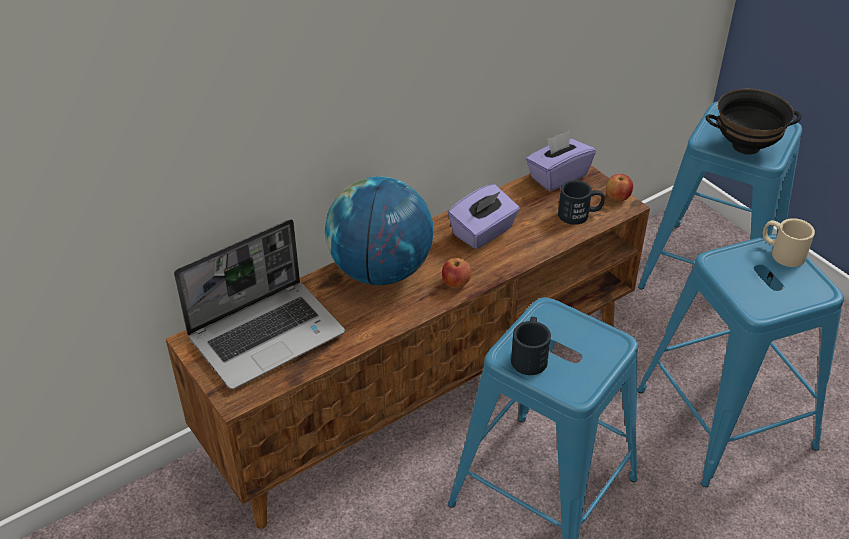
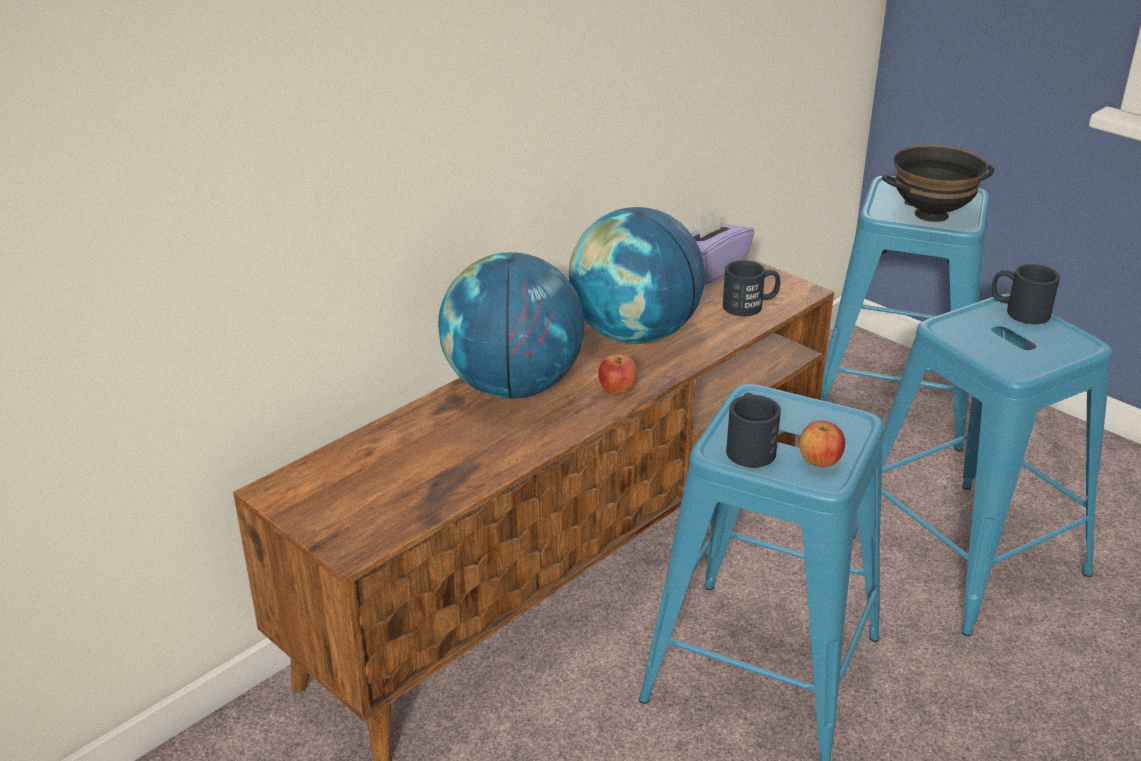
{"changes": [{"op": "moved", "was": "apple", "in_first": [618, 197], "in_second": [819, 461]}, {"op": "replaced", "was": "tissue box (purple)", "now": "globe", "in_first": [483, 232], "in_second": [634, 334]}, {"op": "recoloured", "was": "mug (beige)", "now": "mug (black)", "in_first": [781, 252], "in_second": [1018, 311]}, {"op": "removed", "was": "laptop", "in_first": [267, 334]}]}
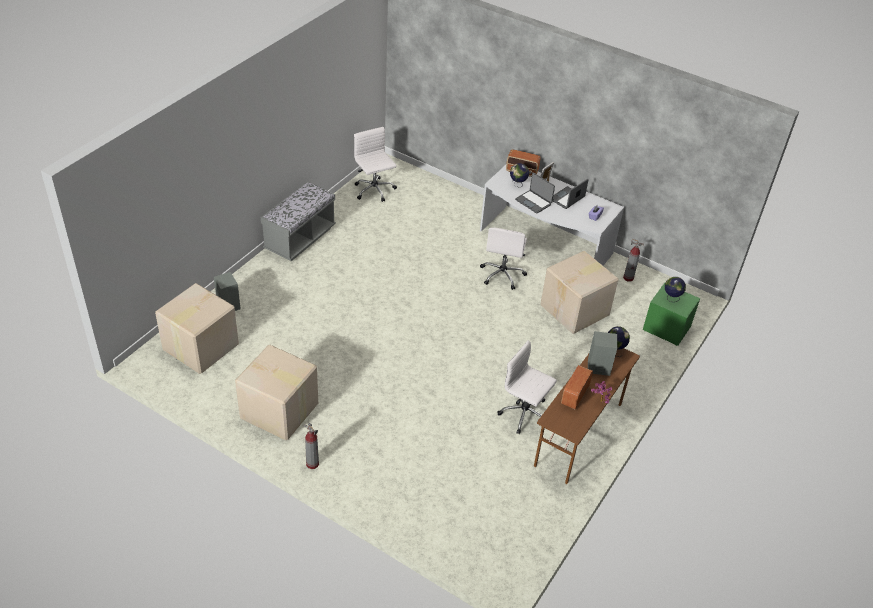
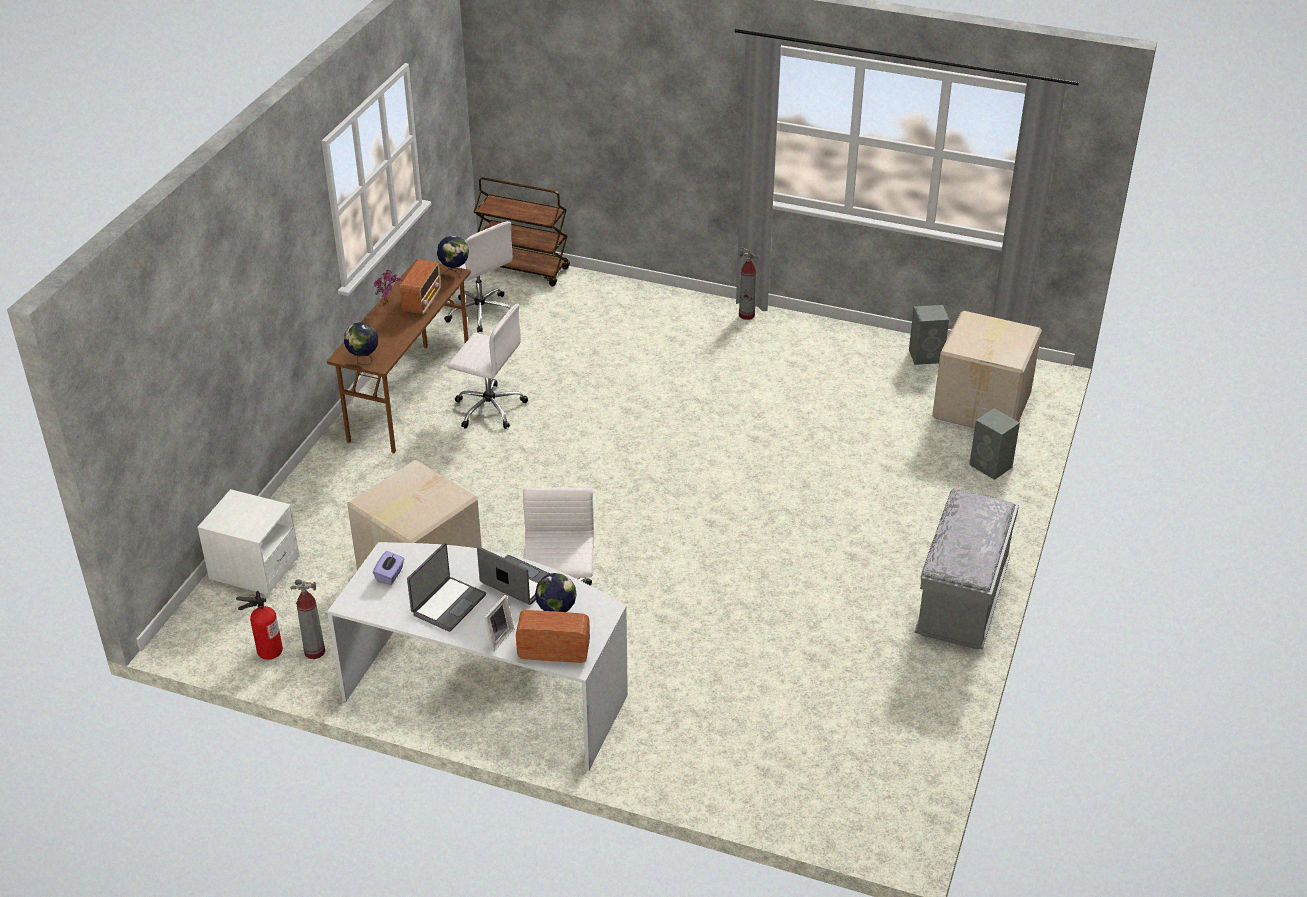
{"changes": [{"op": "moved", "was": "office chair (white)", "in_first": [374, 191], "in_second": [480, 312]}, {"op": "moved", "was": "globe", "in_first": [671, 298], "in_second": [454, 272]}, {"op": "recoloured", "was": "nightstand (green)", "now": "nightstand (white)", "in_first": [666, 328], "in_second": [254, 568]}, {"op": "moved", "was": "speaker (grey)", "in_first": [598, 367], "in_second": [927, 356]}, {"op": "removed", "was": "cardboard box", "in_first": [279, 412]}, {"op": "added", "now": "cart (brown)", "in_second": [523, 269]}, {"op": "added", "now": "fire extinguisher", "in_second": [268, 651]}]}
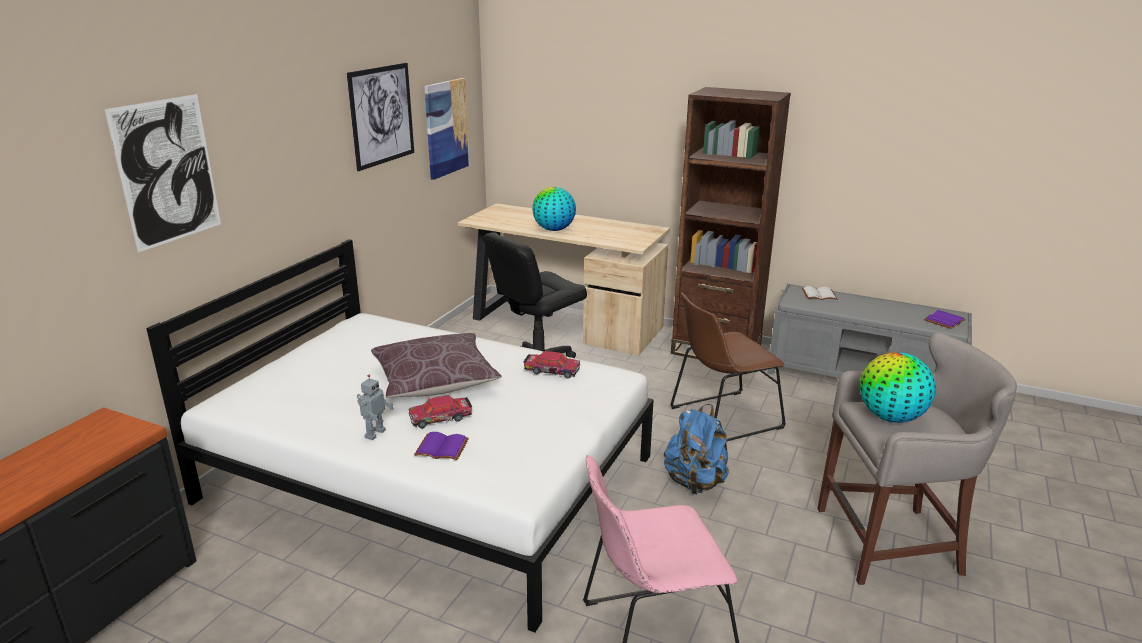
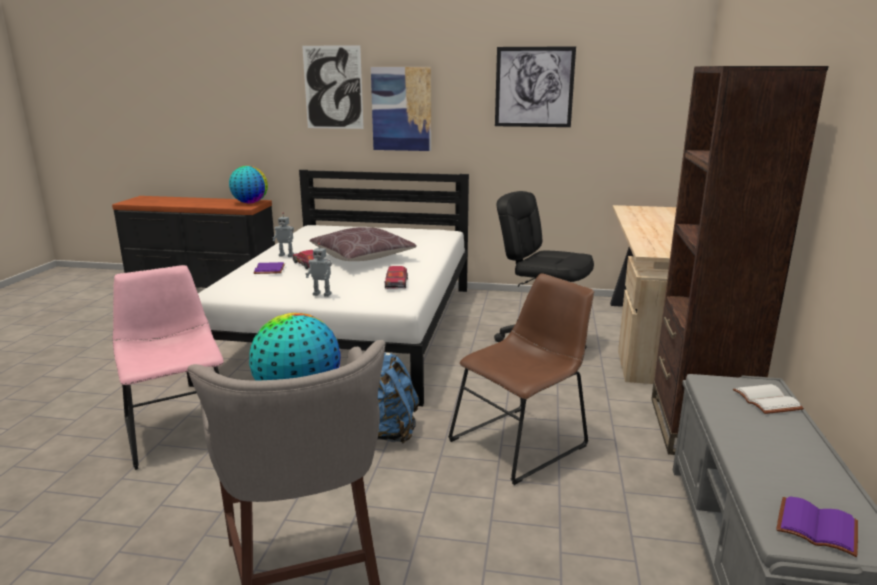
{"changes": [{"op": "moved", "was": "picture", "in_first": [446, 128], "in_second": [401, 109]}, {"op": "moved", "was": "globe", "in_first": [553, 230], "in_second": [250, 203]}, {"op": "turned", "was": "chair (brown)", "in_first": [721, 418], "in_second": [522, 441], "clockwise": 90}, {"op": "added", "now": "toy robot", "in_second": [322, 294]}]}
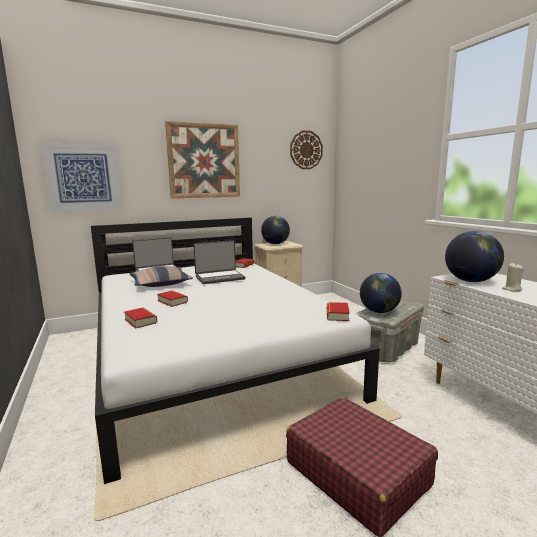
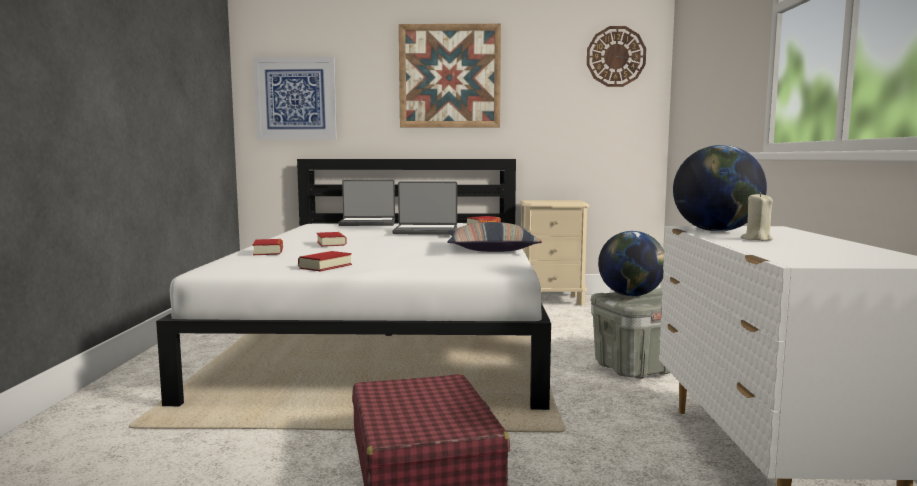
{"changes": [{"op": "removed", "was": "globe", "in_first": [275, 244]}, {"op": "moved", "was": "pillow", "in_first": [160, 283], "in_second": [491, 249]}, {"op": "moved", "was": "book", "in_first": [337, 315], "in_second": [325, 266]}]}
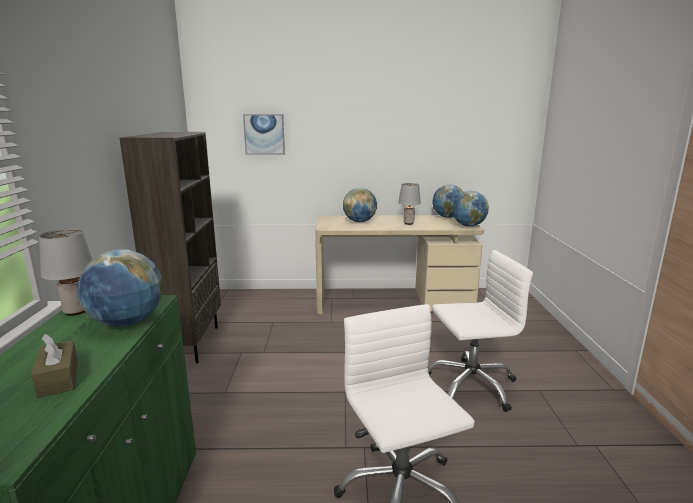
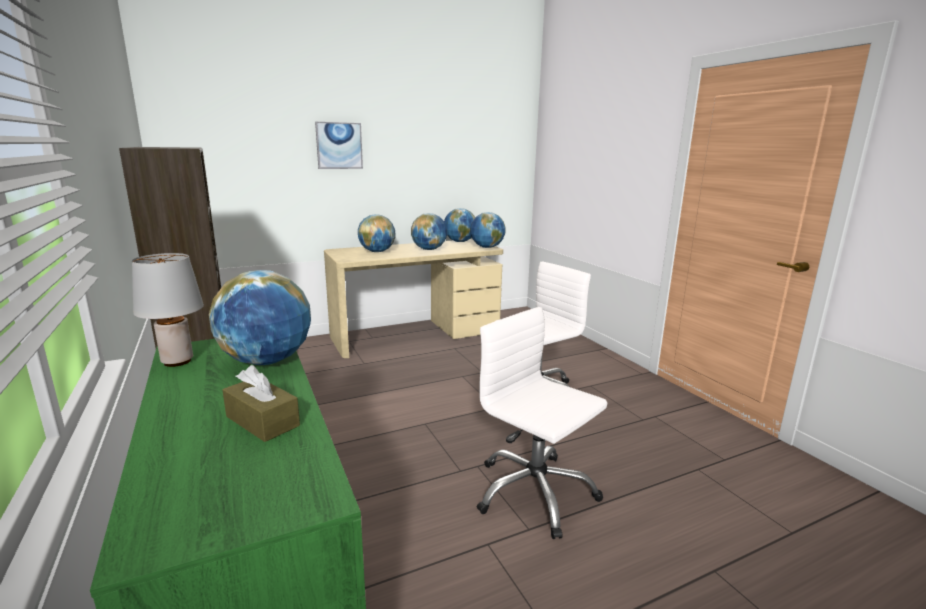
{"changes": [{"op": "moved", "was": "picture", "in_first": [264, 134], "in_second": [339, 145]}, {"op": "replaced", "was": "table lamp (grey)", "now": "globe", "in_first": [409, 223], "in_second": [429, 249]}]}
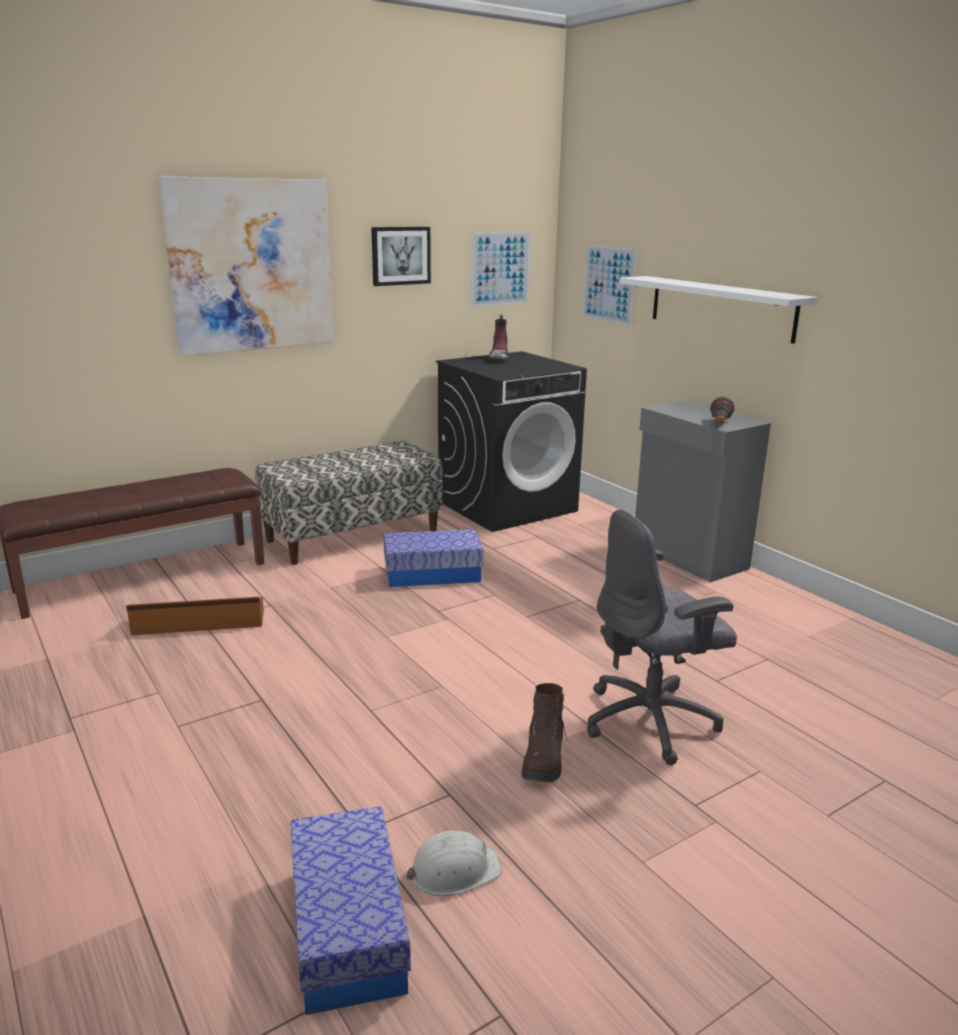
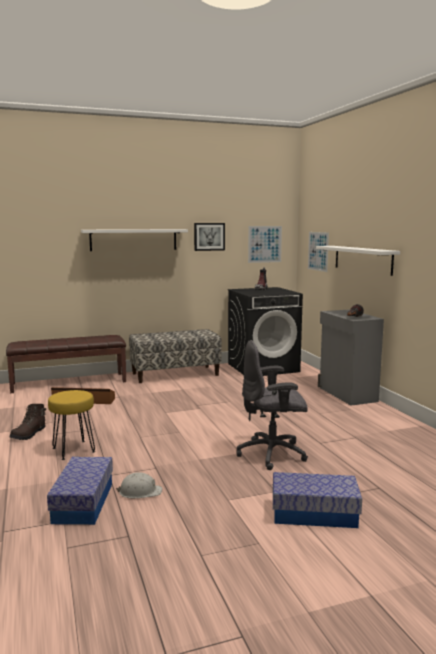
{"changes": [{"op": "replaced", "was": "picture", "now": "shelf (white)", "in_first": [252, 266], "in_second": [133, 239]}, {"op": "moved", "was": "storage box", "in_first": [432, 574], "in_second": [314, 513]}, {"op": "moved", "was": "boot (brown)", "in_first": [544, 759], "in_second": [29, 434]}, {"op": "added", "now": "stool (yellow)", "in_second": [74, 449]}]}
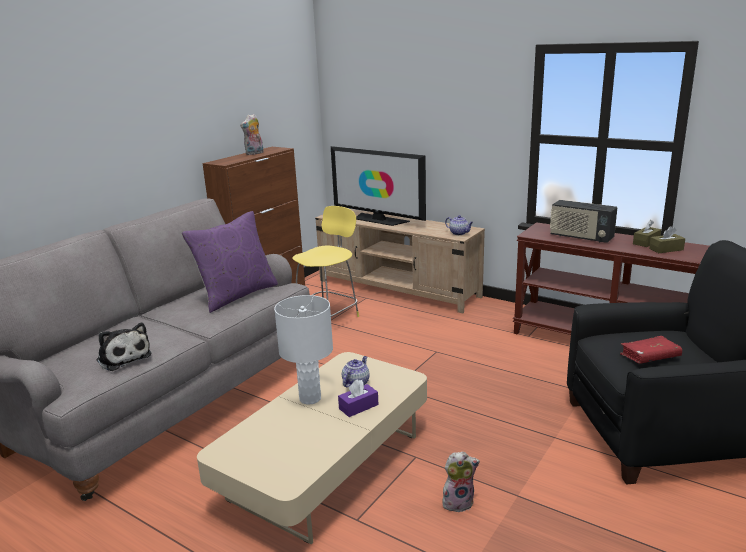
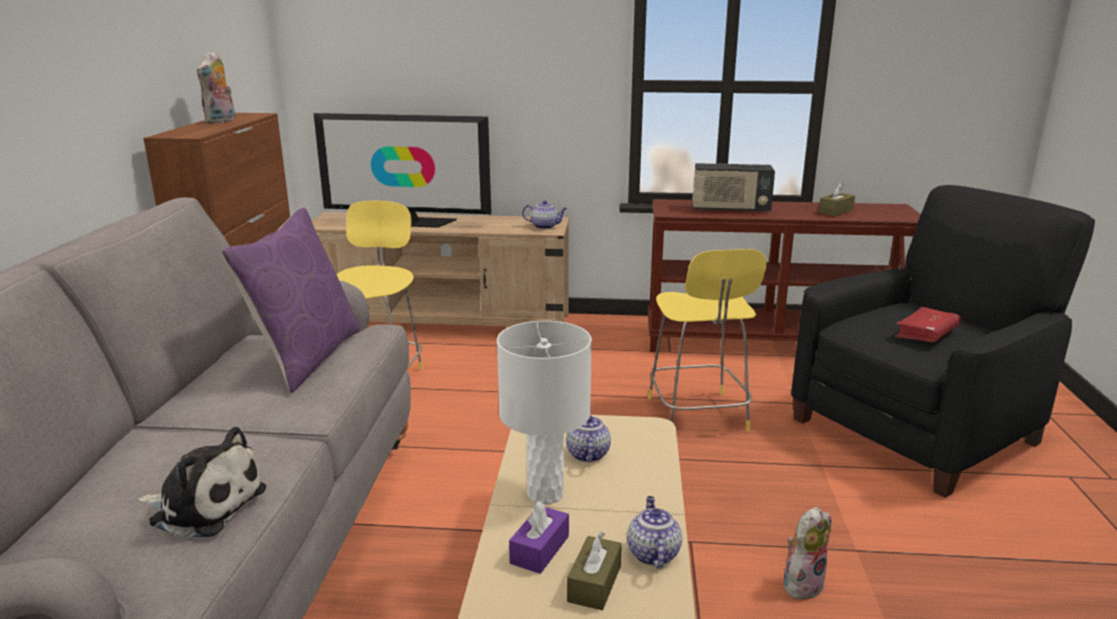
{"changes": [{"op": "moved", "was": "tissue box (brown)", "in_first": [646, 242], "in_second": [594, 583]}, {"op": "moved", "was": "tissue box (purple)", "in_first": [358, 407], "in_second": [539, 550]}, {"op": "added", "now": "stool (yellow)", "in_second": [698, 416]}, {"op": "added", "now": "teapot", "in_second": [652, 553]}]}
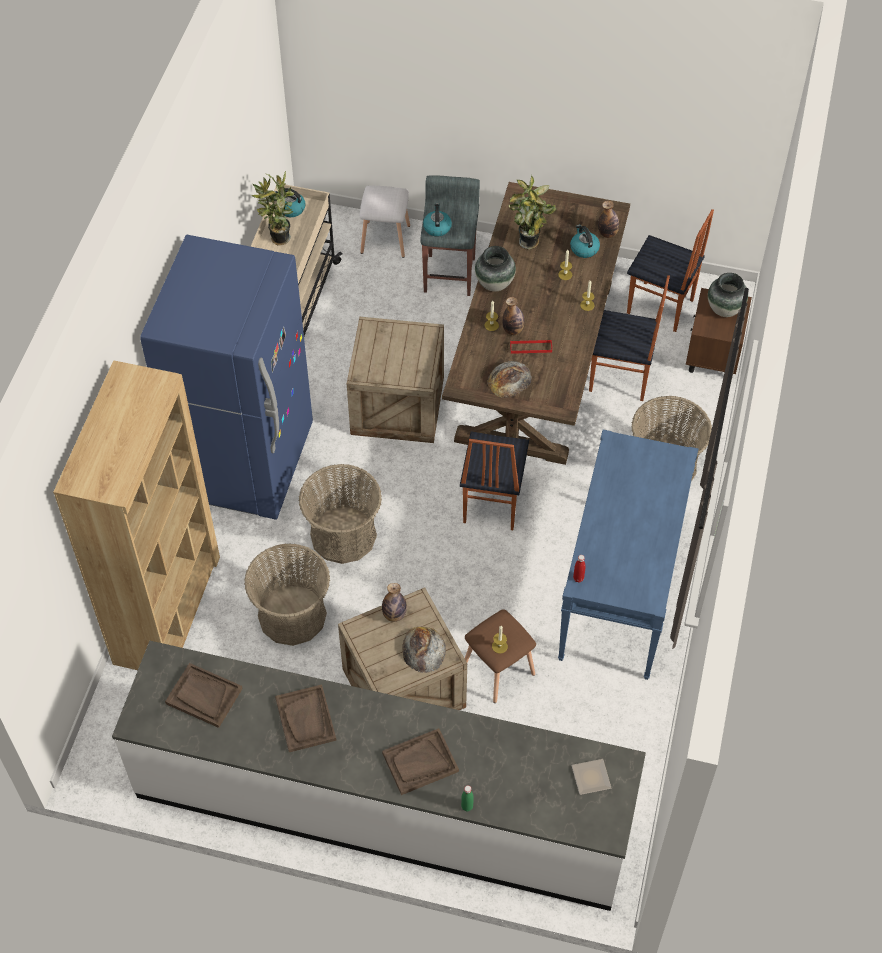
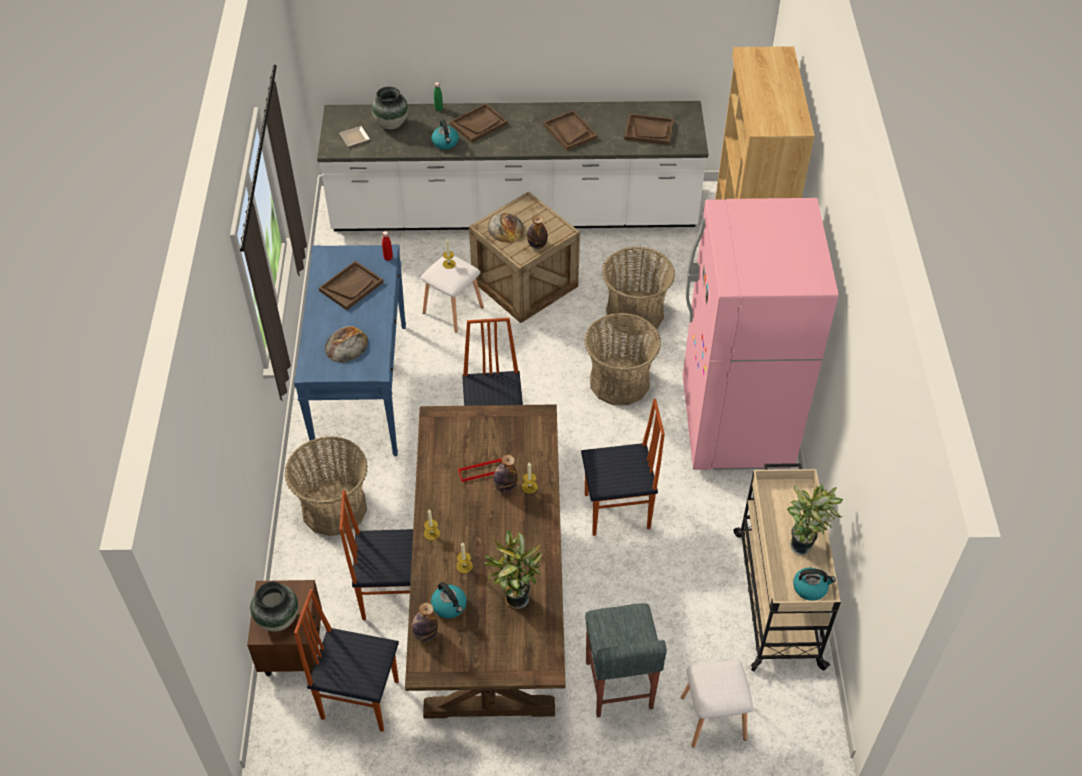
{"changes": [{"op": "moved", "was": "kettle", "in_first": [437, 227], "in_second": [445, 143]}, {"op": "recoloured", "was": "fridge (blue)", "now": "fridge (pink)", "in_first": [247, 462], "in_second": [736, 425]}, {"op": "moved", "was": "vase", "in_first": [494, 284], "in_second": [391, 124]}, {"op": "replaced", "was": "crate", "now": "chair", "in_first": [397, 405], "in_second": [618, 512]}, {"op": "moved", "was": "bread", "in_first": [509, 379], "in_second": [346, 345]}, {"op": "recoloured", "was": "stool (brown)", "now": "stool (white)", "in_first": [497, 670], "in_second": [454, 310]}, {"op": "added", "now": "tray (brown)", "in_second": [351, 286]}]}
